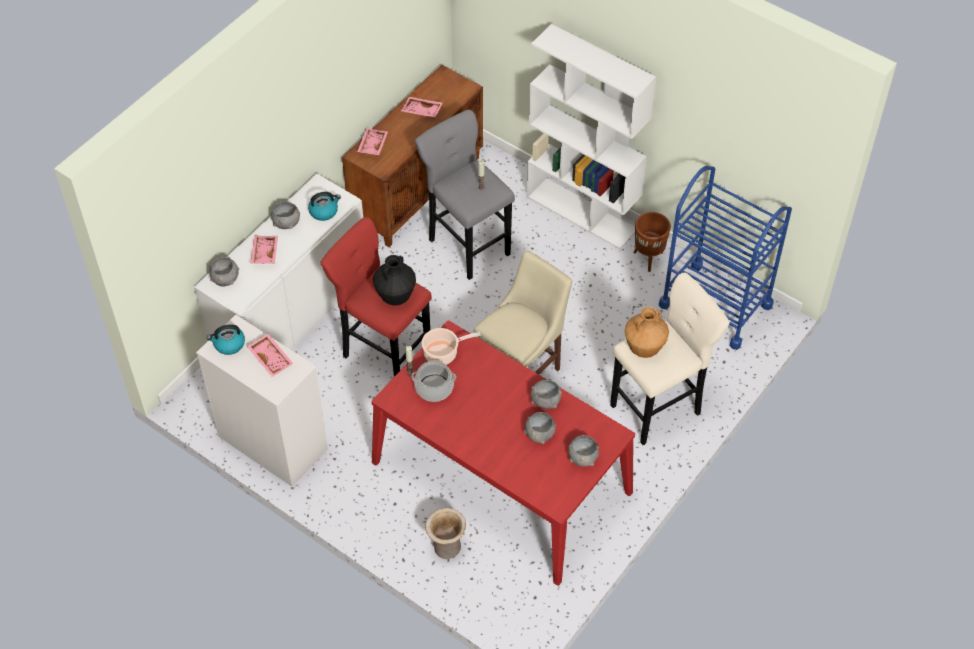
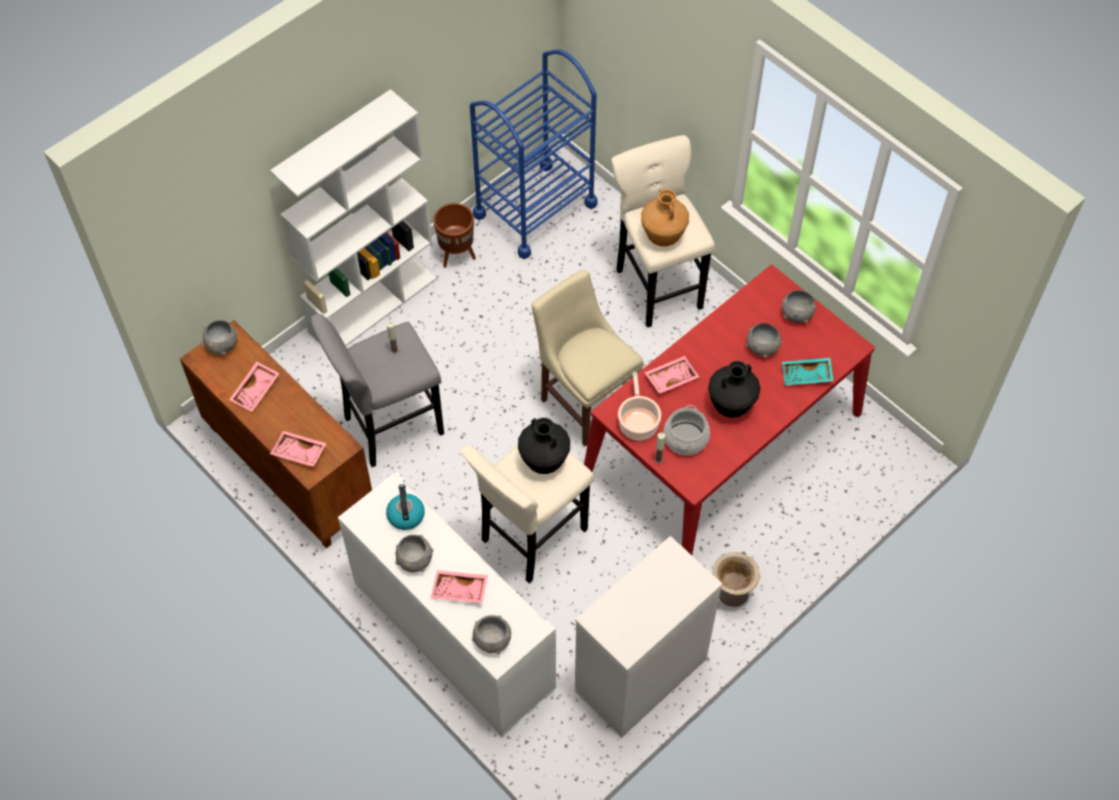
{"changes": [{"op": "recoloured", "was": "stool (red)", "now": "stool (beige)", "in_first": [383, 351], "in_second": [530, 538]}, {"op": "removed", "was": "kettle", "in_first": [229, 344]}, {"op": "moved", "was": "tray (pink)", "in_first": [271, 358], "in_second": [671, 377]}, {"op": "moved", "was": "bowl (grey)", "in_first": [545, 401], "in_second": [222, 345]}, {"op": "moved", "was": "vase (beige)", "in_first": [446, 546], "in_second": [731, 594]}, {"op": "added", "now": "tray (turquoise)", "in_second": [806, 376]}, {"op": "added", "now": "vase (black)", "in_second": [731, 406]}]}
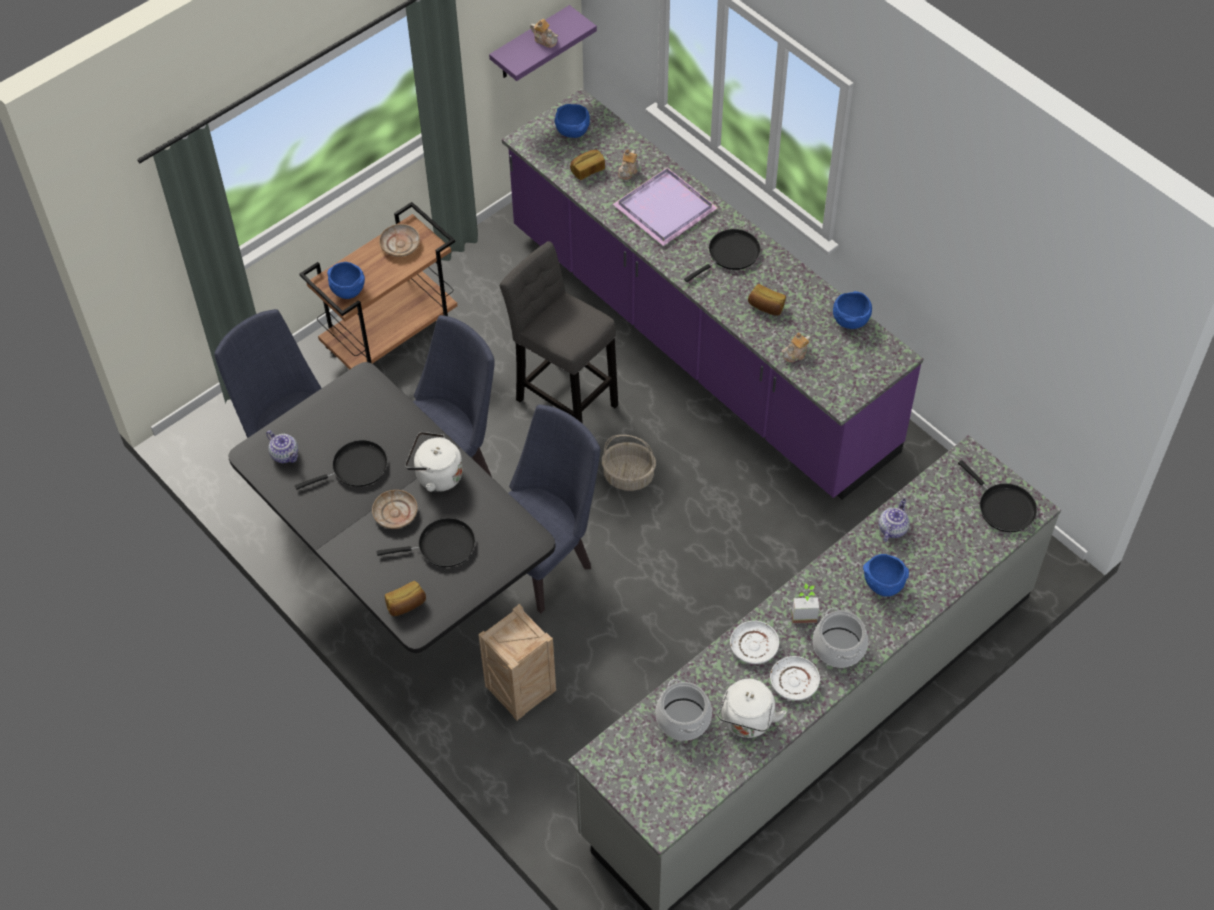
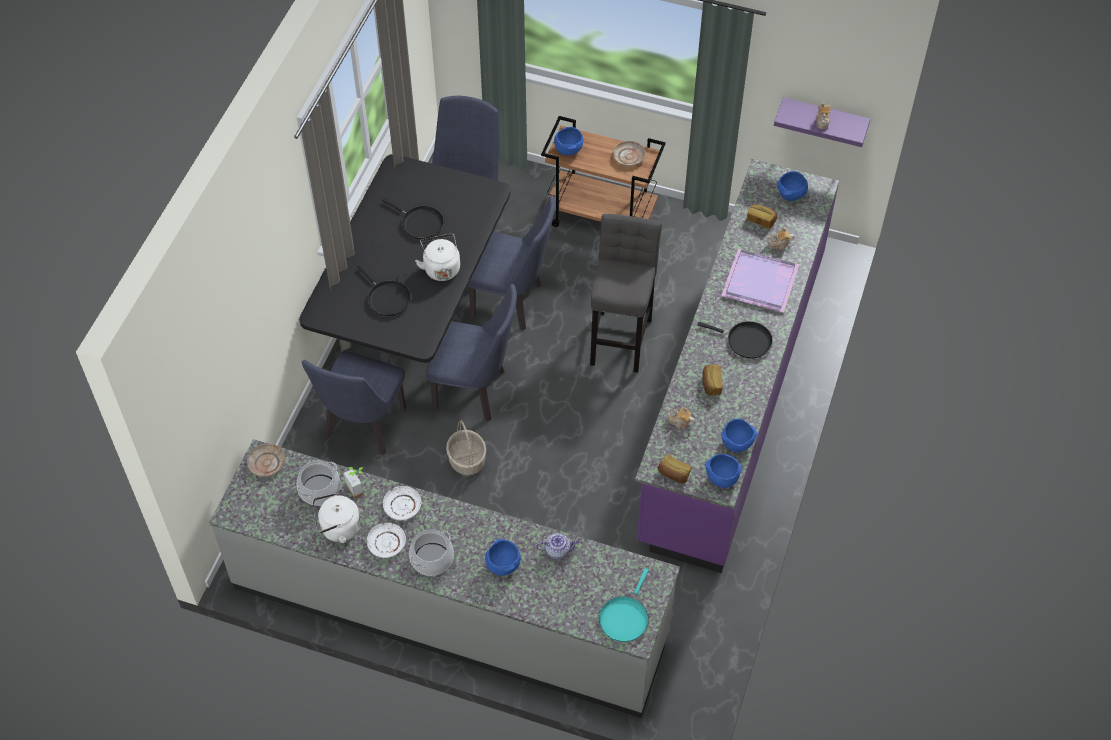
{"changes": [{"op": "removed", "was": "teapot", "in_first": [285, 455]}, {"op": "moved", "was": "basket", "in_first": [628, 476], "in_second": [466, 460]}, {"op": "recoloured", "was": "frying pan (black)", "now": "frying pan (turquoise)", "in_first": [1003, 507], "in_second": [625, 617]}, {"op": "moved", "was": "plate (beige)", "in_first": [395, 513], "in_second": [266, 464]}, {"op": "moved", "was": "bread", "in_first": [406, 605], "in_second": [673, 474]}, {"op": "moved", "was": "potted plant", "in_first": [803, 613], "in_second": [358, 488]}, {"op": "replaced", "was": "crate", "now": "chair (blue)", "in_first": [520, 693], "in_second": [363, 428]}, {"op": "added", "now": "bowl (blue)", "in_second": [721, 478]}]}
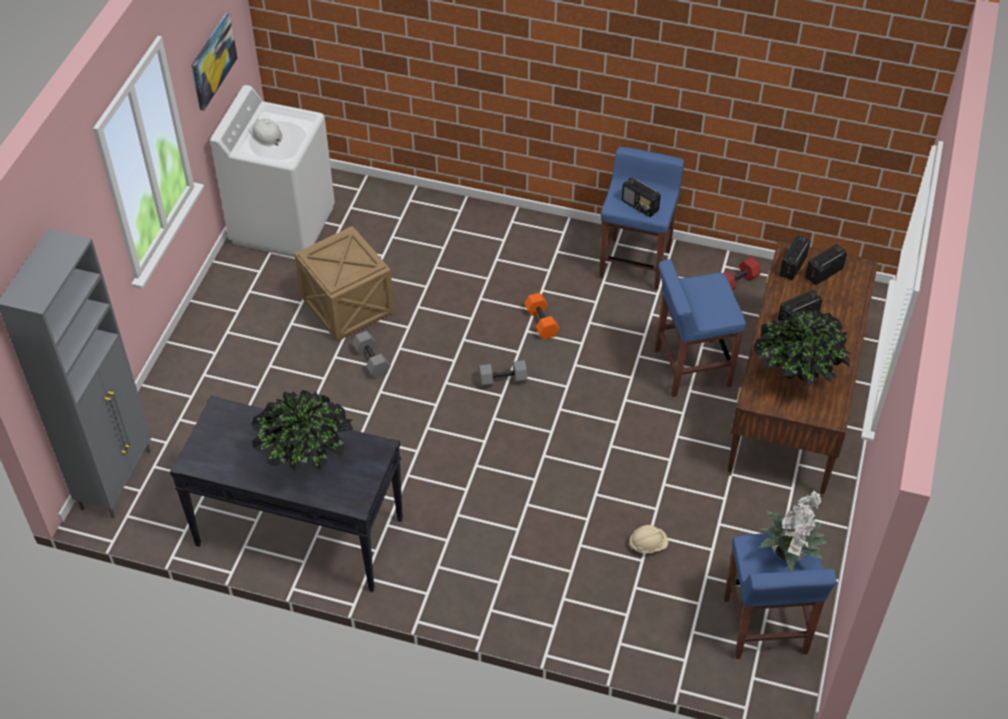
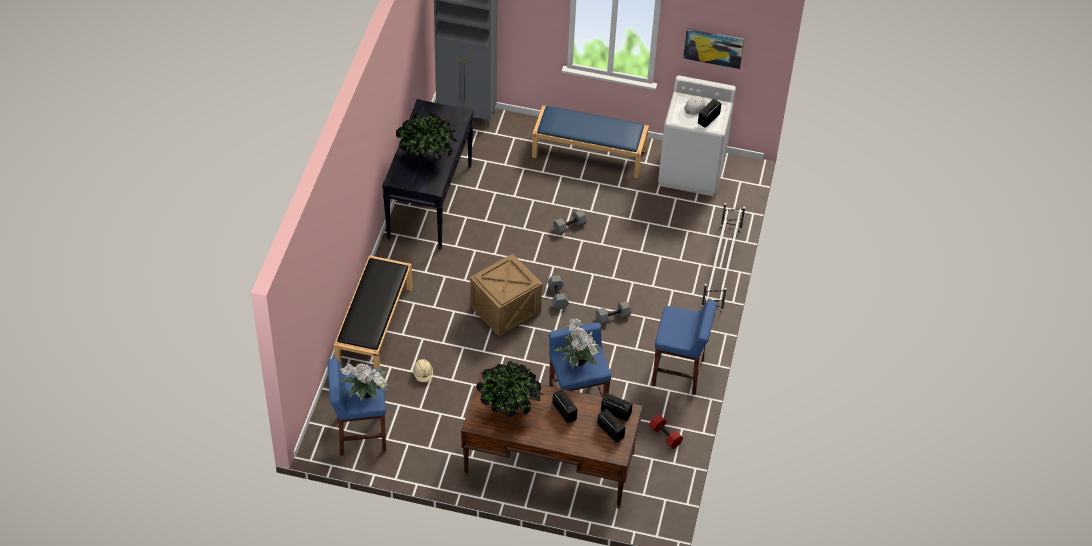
{"changes": [{"op": "moved", "was": "radio", "in_first": [640, 206], "in_second": [708, 119]}, {"op": "moved", "was": "crate", "in_first": [348, 306], "in_second": [504, 310]}, {"op": "recoloured", "was": "dumbbell (orange)", "now": "dumbbell (grey)", "in_first": [540, 322], "in_second": [613, 316]}, {"op": "added", "now": "bench (blue)", "in_second": [590, 153]}, {"op": "added", "now": "shoe rack (white)", "in_second": [721, 267]}, {"op": "added", "now": "bench (black)", "in_second": [374, 326]}, {"op": "added", "now": "potted plant", "in_second": [577, 361]}]}
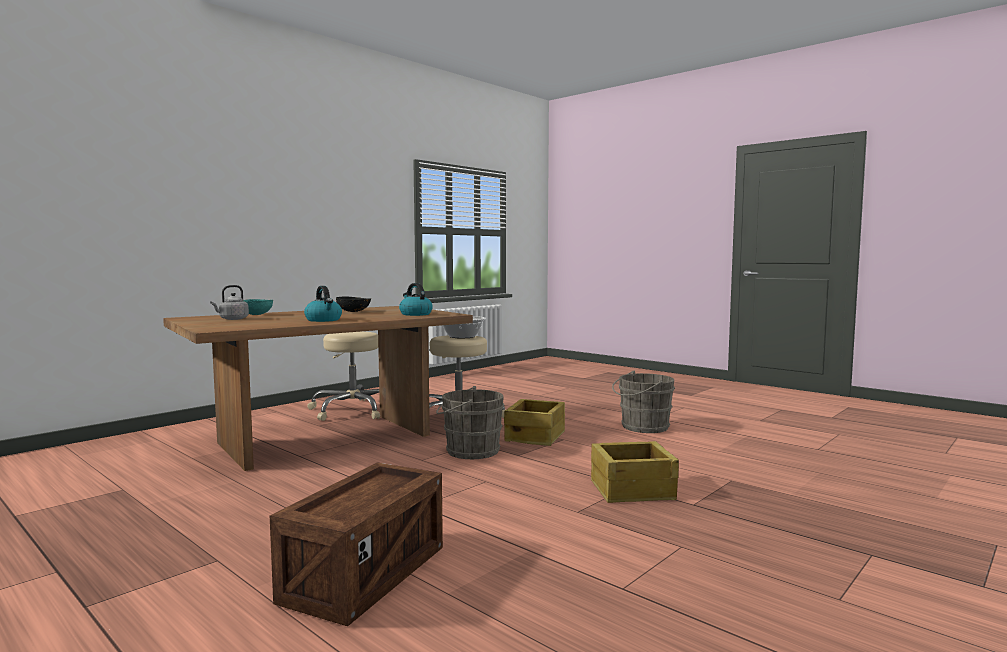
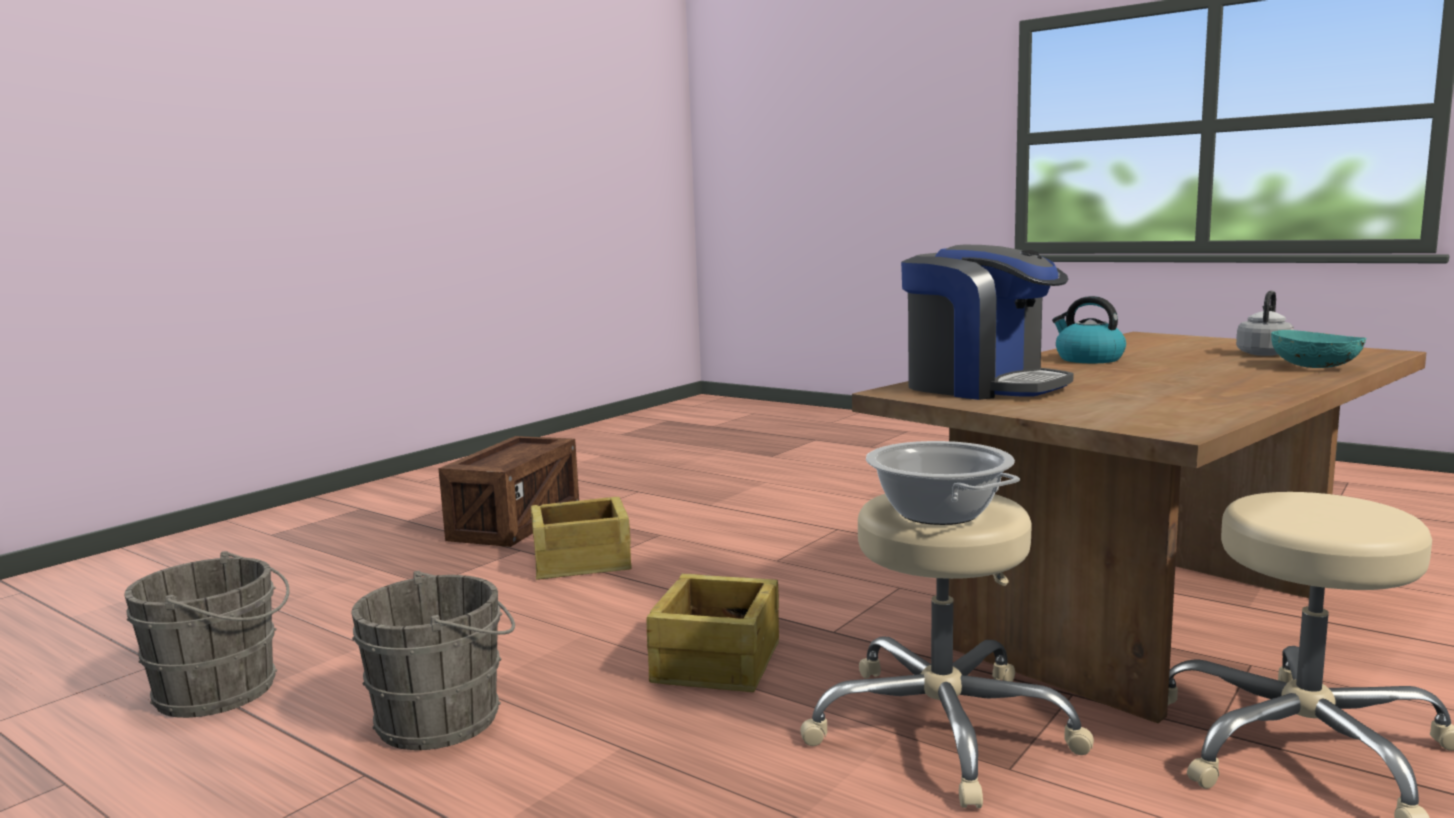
{"changes": [{"op": "replaced", "was": "kettle", "now": "coffee machine", "in_first": [415, 314], "in_second": [981, 386]}, {"op": "removed", "was": "bowl (black)", "in_first": [354, 311]}, {"op": "moved", "was": "bucket (grey)", "in_first": [469, 451], "in_second": [223, 691]}, {"op": "moved", "was": "crate", "in_first": [365, 575], "in_second": [515, 523]}]}
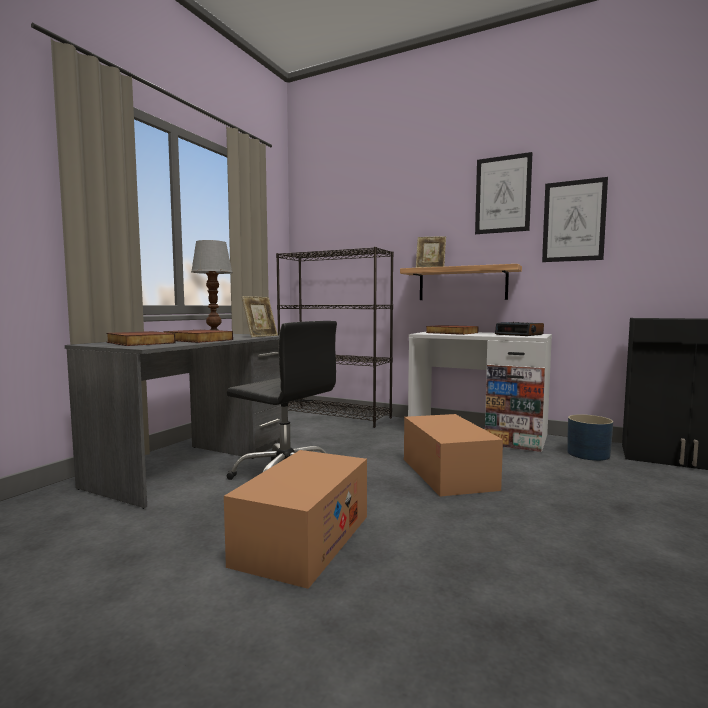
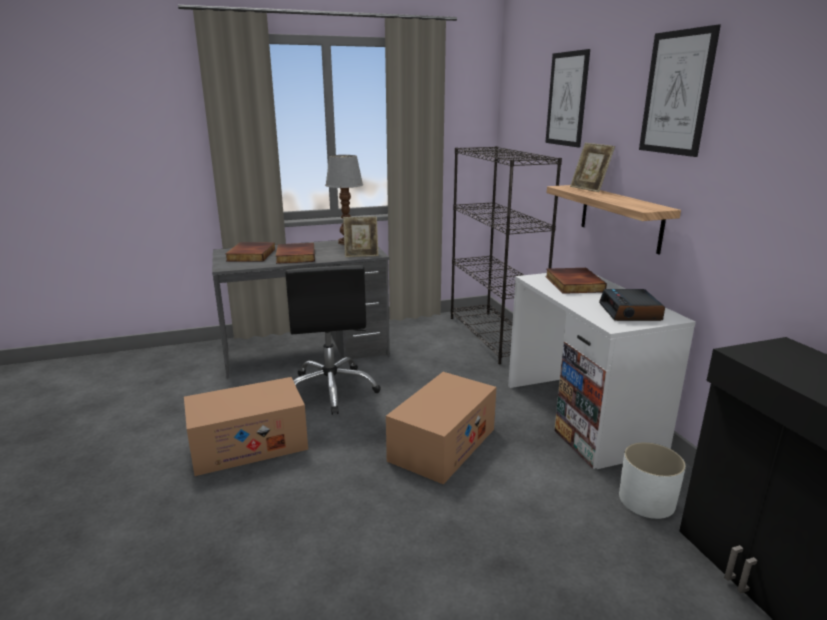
{"changes": [{"op": "moved", "was": "picture", "in_first": [573, 221], "in_second": [567, 99]}, {"op": "recoloured", "was": "planter (blue)", "now": "planter (white)", "in_first": [588, 454], "in_second": [647, 501]}]}
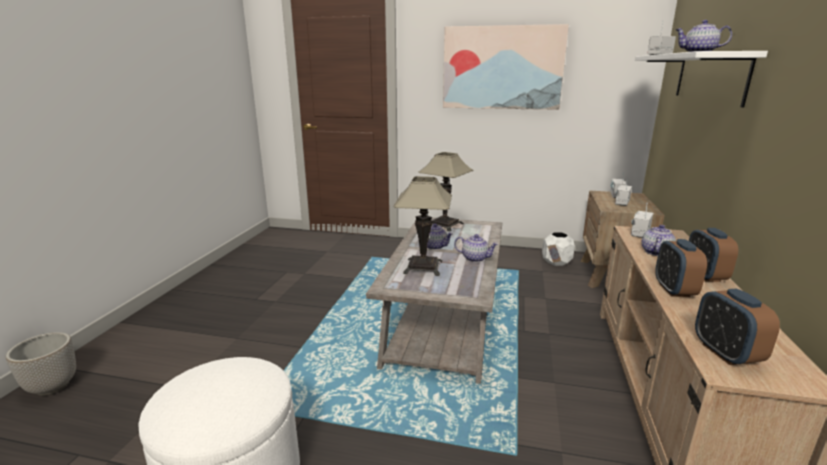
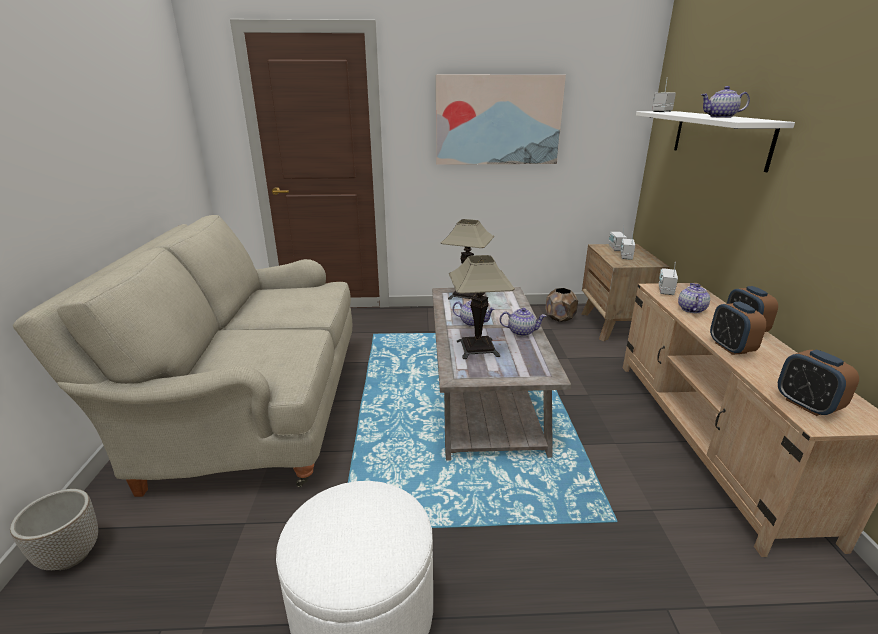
{"changes": [{"op": "recoloured", "was": "planter (white)", "now": "planter (brown)", "in_first": [556, 262], "in_second": [560, 318]}, {"op": "added", "now": "sofa (beige)", "in_second": [250, 407]}]}
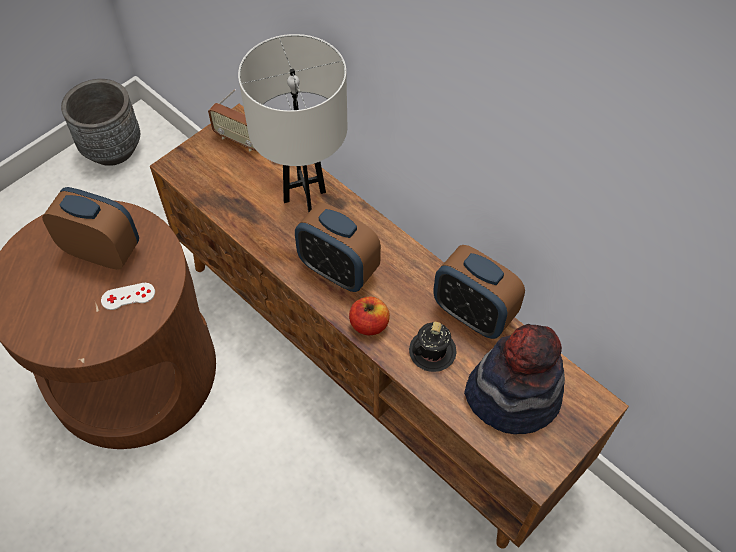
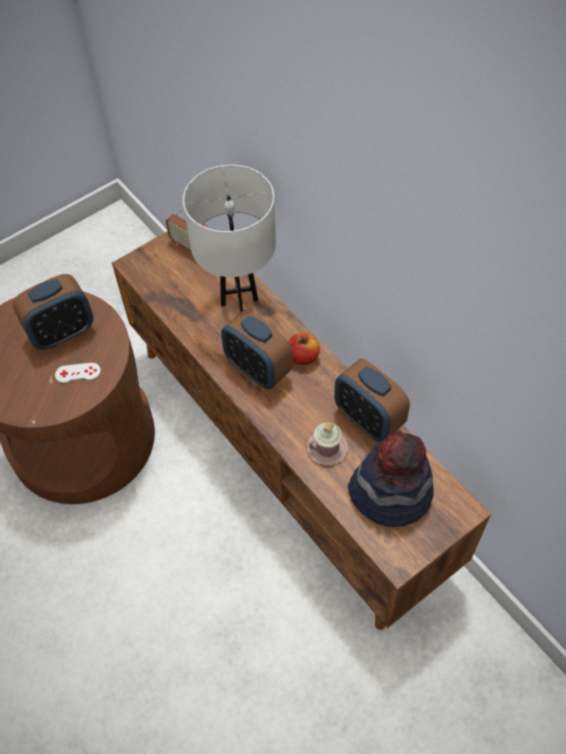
{"changes": [{"op": "removed", "was": "planter (grey)", "in_first": [112, 149]}, {"op": "turned", "was": "alarm clock", "in_first": [103, 251], "in_second": [62, 332], "clockwise": 120}, {"op": "moved", "was": "apple", "in_first": [369, 324], "in_second": [303, 356]}, {"op": "recoloured", "was": "mug (black)", "now": "mug (pink)", "in_first": [432, 352], "in_second": [327, 448]}]}
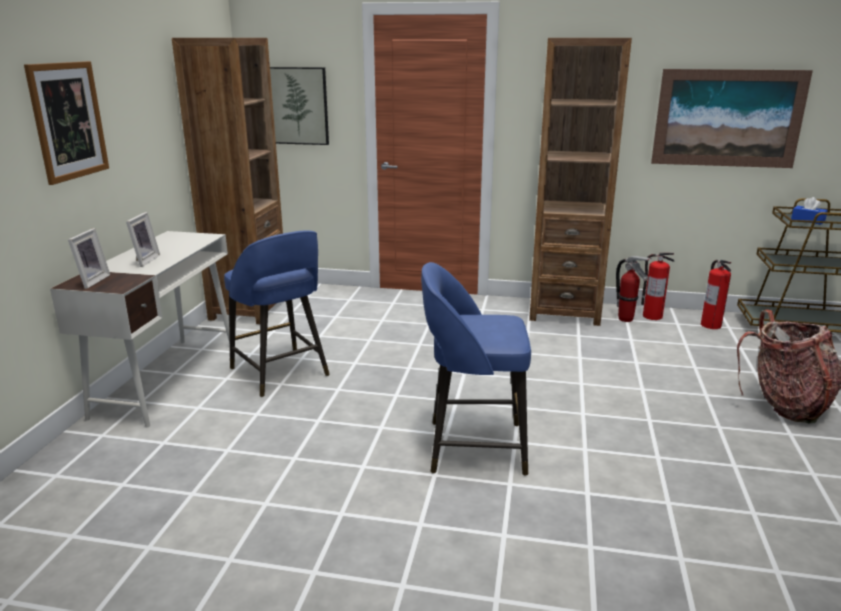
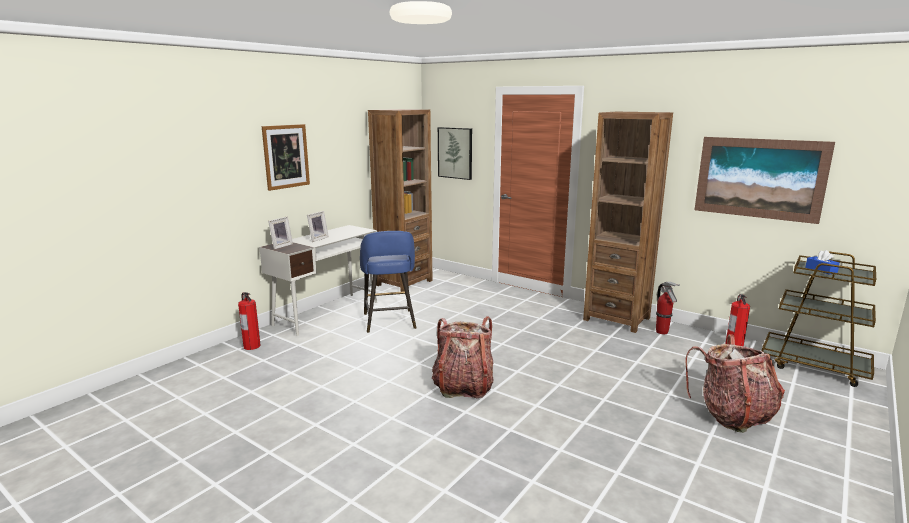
{"changes": [{"op": "moved", "was": "fire extinguisher", "in_first": [652, 316], "in_second": [251, 346]}, {"op": "replaced", "was": "stool (blue)", "now": "backpack", "in_first": [472, 447], "in_second": [463, 386]}]}
